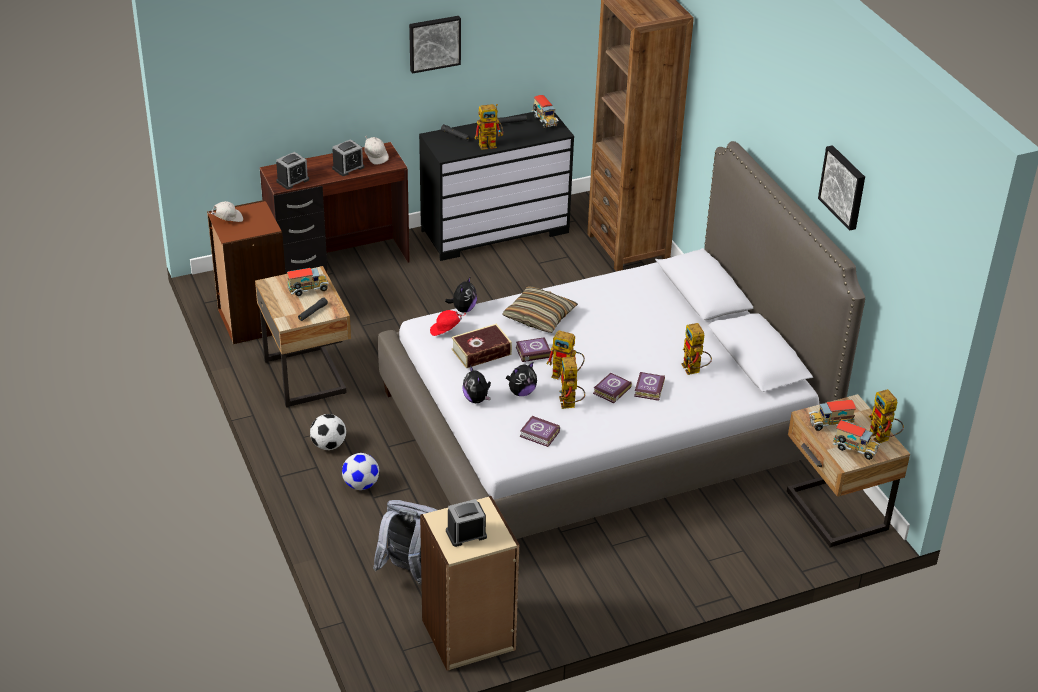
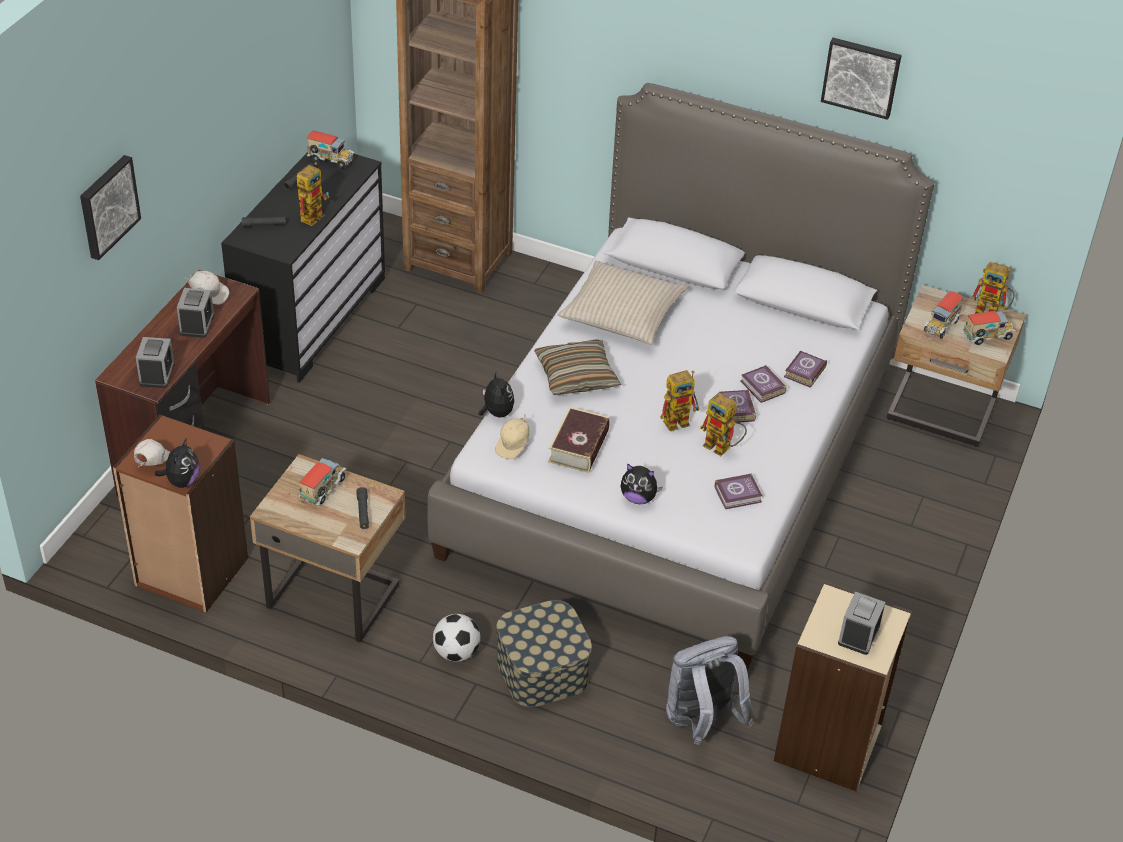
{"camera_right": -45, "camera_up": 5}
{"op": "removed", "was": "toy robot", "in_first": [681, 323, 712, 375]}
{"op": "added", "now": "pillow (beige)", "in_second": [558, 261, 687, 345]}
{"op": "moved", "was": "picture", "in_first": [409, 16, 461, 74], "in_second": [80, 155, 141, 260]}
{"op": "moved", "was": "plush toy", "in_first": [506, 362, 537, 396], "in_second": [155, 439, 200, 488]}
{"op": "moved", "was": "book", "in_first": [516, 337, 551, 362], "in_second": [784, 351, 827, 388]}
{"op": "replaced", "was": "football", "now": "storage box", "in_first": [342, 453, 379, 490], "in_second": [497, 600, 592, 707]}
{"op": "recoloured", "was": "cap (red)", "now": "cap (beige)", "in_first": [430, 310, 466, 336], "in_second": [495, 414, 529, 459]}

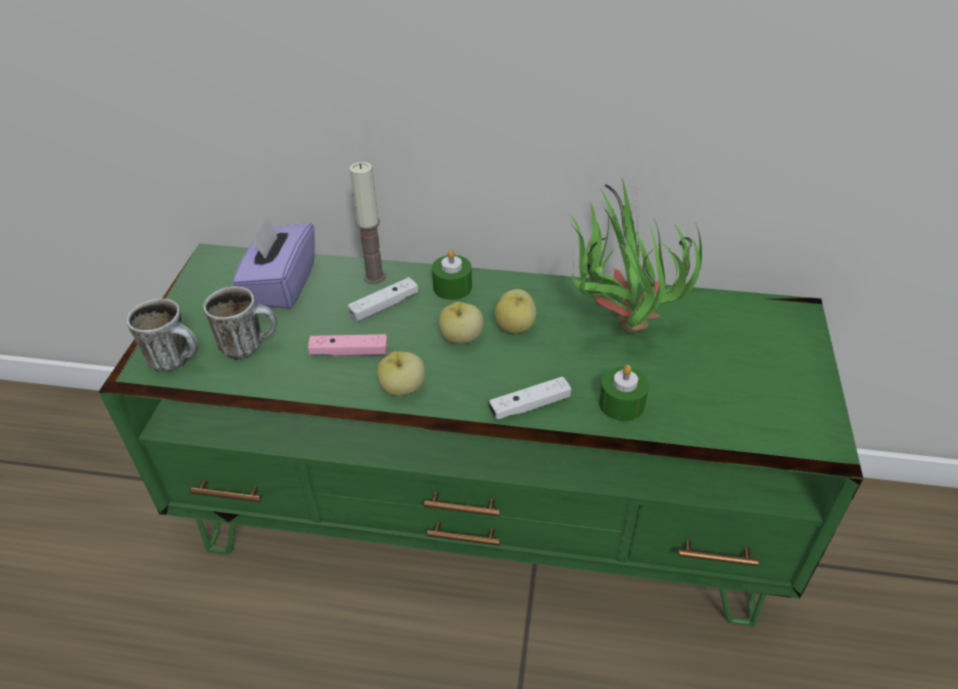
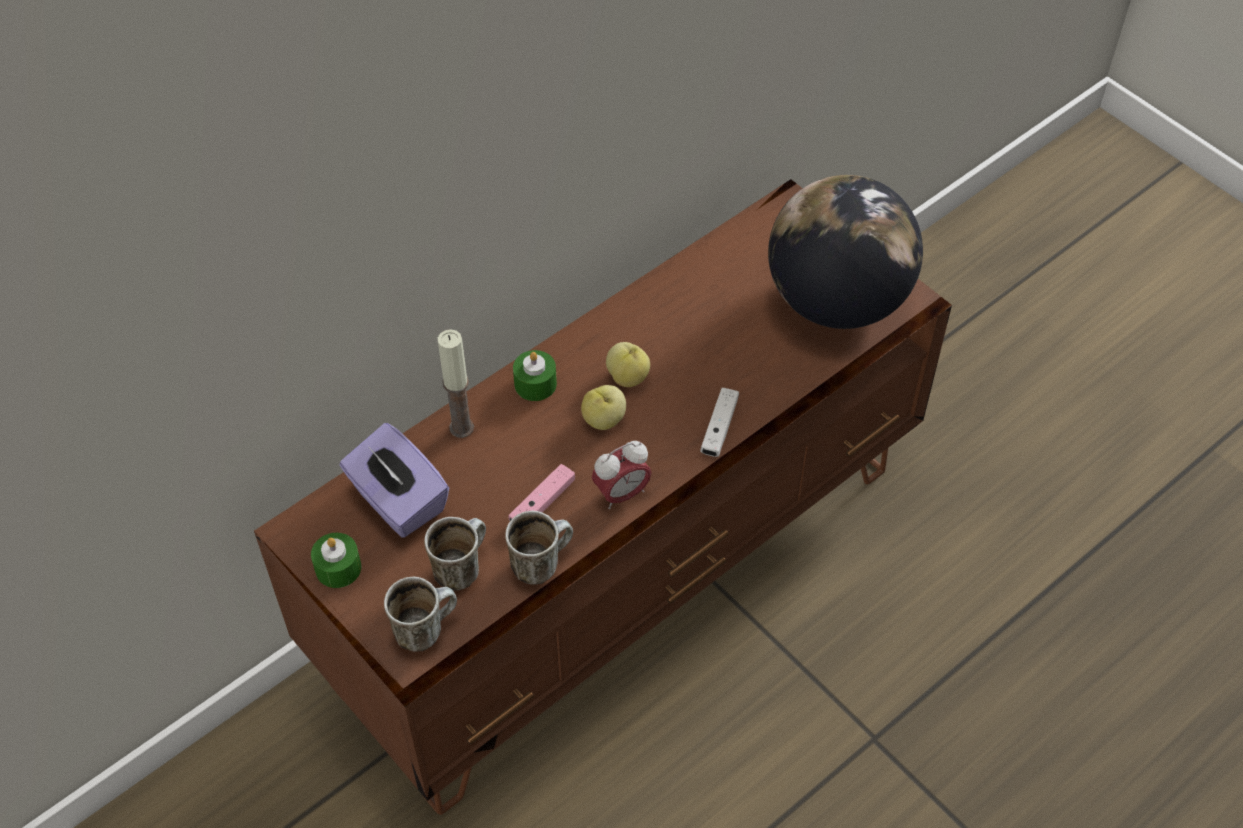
{"camera_right": -50, "camera_up": 10}
{"op": "removed", "was": "game controller (white)", "in_first": [348, 277, 418, 322]}
{"op": "removed", "was": "potted plant", "in_first": [568, 178, 702, 333]}
{"op": "added", "now": "mug", "in_second": [505, 511, 573, 584]}
{"op": "added", "now": "globe", "in_second": [768, 175, 923, 329]}
{"op": "moved", "was": "candle (green)", "in_first": [599, 365, 649, 421], "in_second": [311, 533, 361, 588]}
{"op": "replaced", "was": "apple", "now": "alarm clock", "in_first": [377, 351, 425, 396], "in_second": [592, 441, 652, 509]}
{"op": "recoloured", "was": "tv stand (green)", "now": "tv stand (brown)", "in_first": [99, 243, 863, 626], "in_second": [254, 179, 952, 815]}

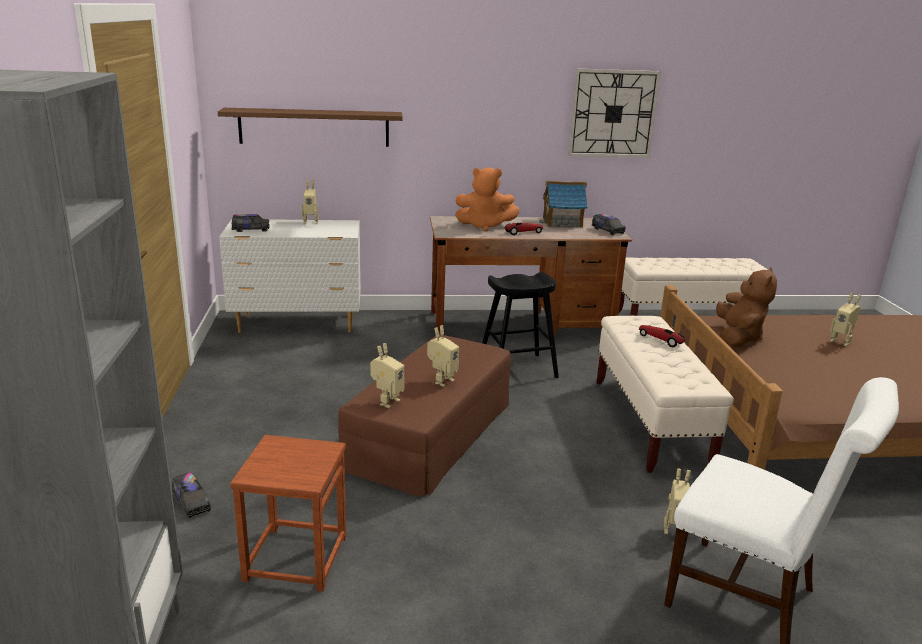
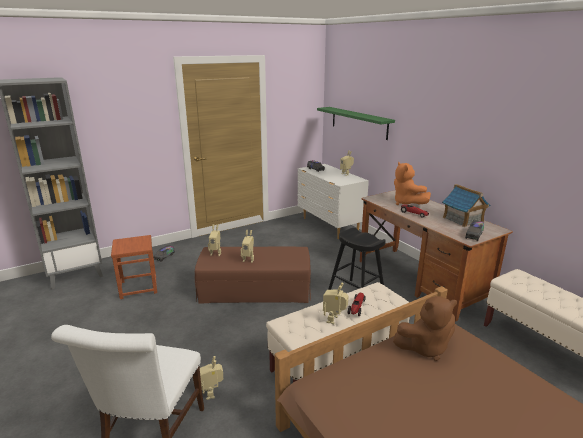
{"camera_right": 65, "camera_up": 0}
{"op": "removed", "was": "wall clock", "in_first": [568, 69, 661, 158]}
{"op": "moved", "was": "toy robot", "in_first": [830, 292, 861, 346], "in_second": [323, 282, 348, 324]}
{"op": "recoloured", "was": "shelf (brown)", "now": "shelf (green)", "in_first": [218, 108, 402, 147], "in_second": [317, 107, 395, 140]}

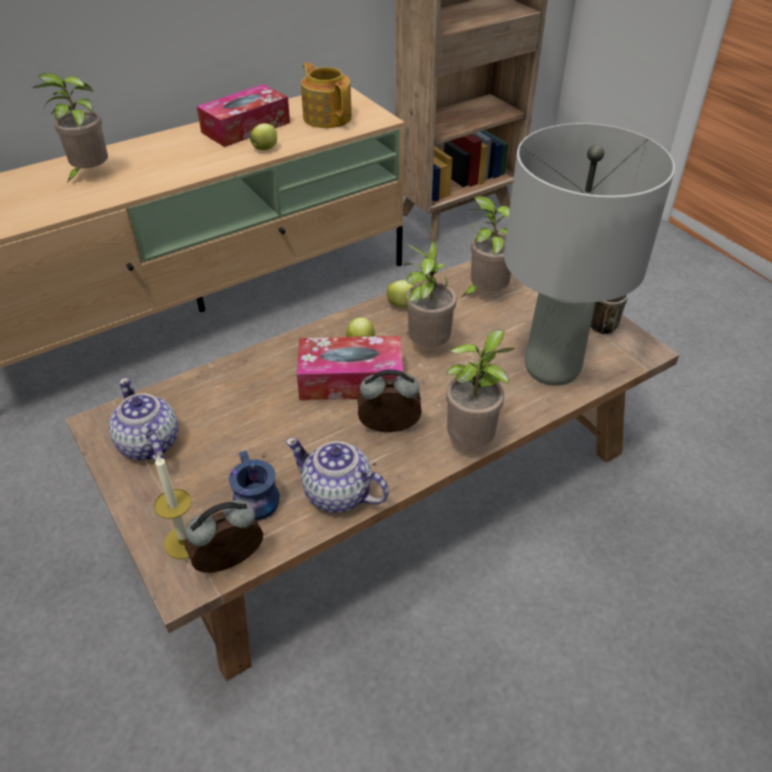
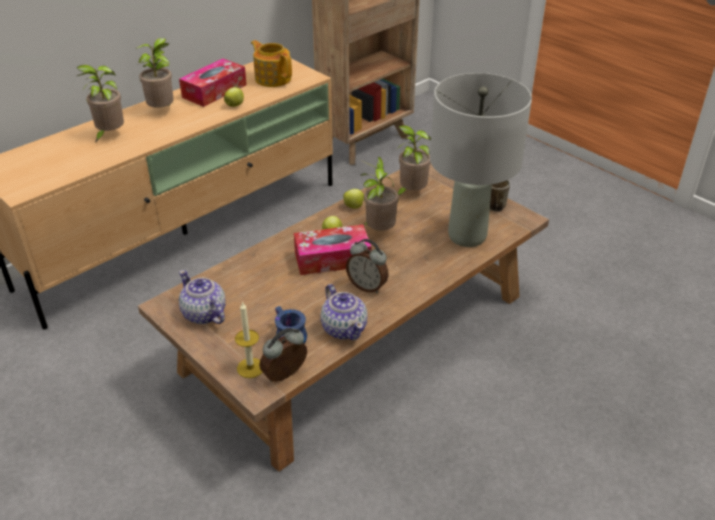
{"camera_right": -10, "camera_up": -5}
{"op": "moved", "was": "potted plant", "in_first": [446, 329, 515, 447], "in_second": [135, 38, 174, 108]}
{"op": "turned", "was": "teapot", "in_first": [285, 438, 389, 513], "in_second": [320, 284, 367, 340], "clockwise": -135}
{"op": "turned", "was": "alarm clock", "in_first": [358, 369, 422, 432], "in_second": [346, 239, 389, 293], "clockwise": -135}

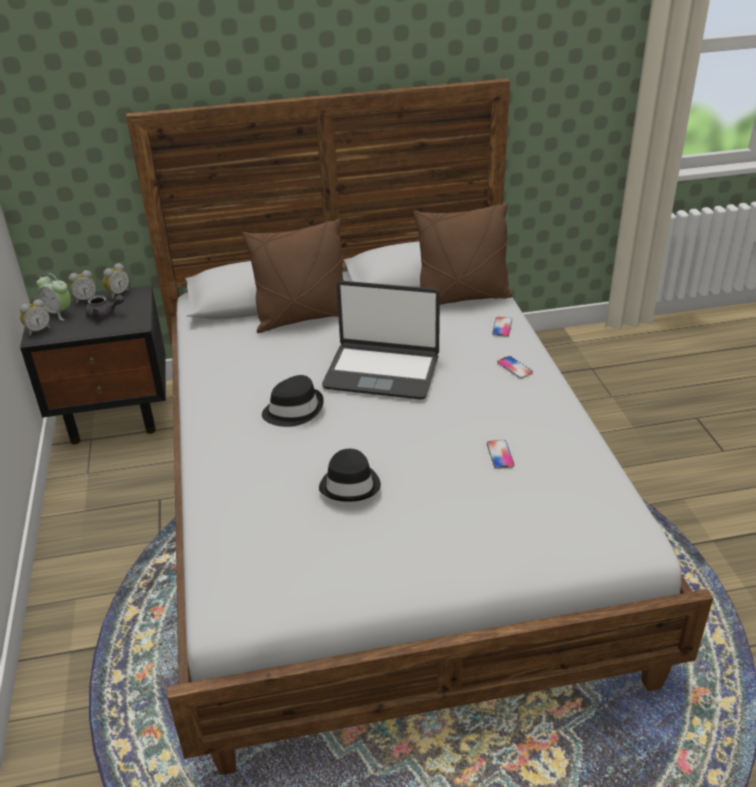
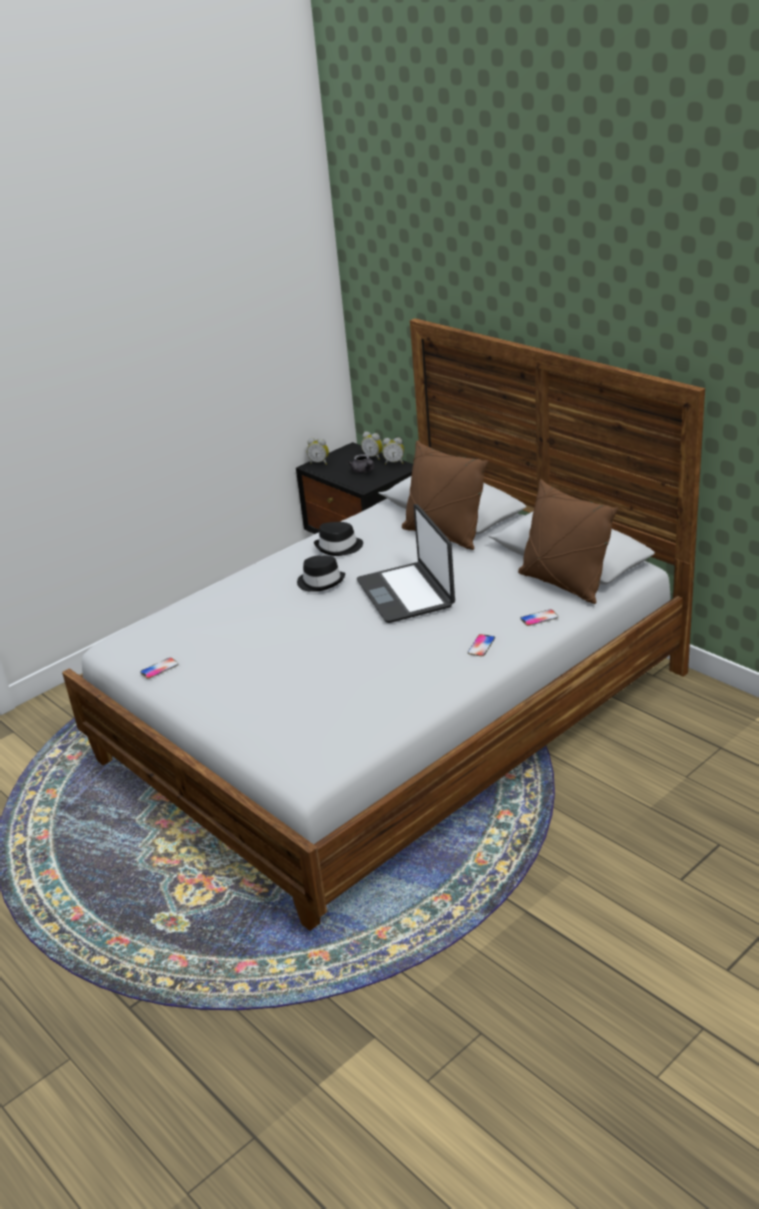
{"camera_right": 60, "camera_up": -5}
{"op": "removed", "was": "alarm clock", "in_first": [36, 273, 71, 321]}
{"op": "moved", "was": "hat (black)", "in_first": [319, 449, 381, 502], "in_second": [314, 522, 363, 556]}
{"op": "moved", "was": "phone", "in_first": [487, 440, 514, 469], "in_second": [140, 658, 178, 679]}

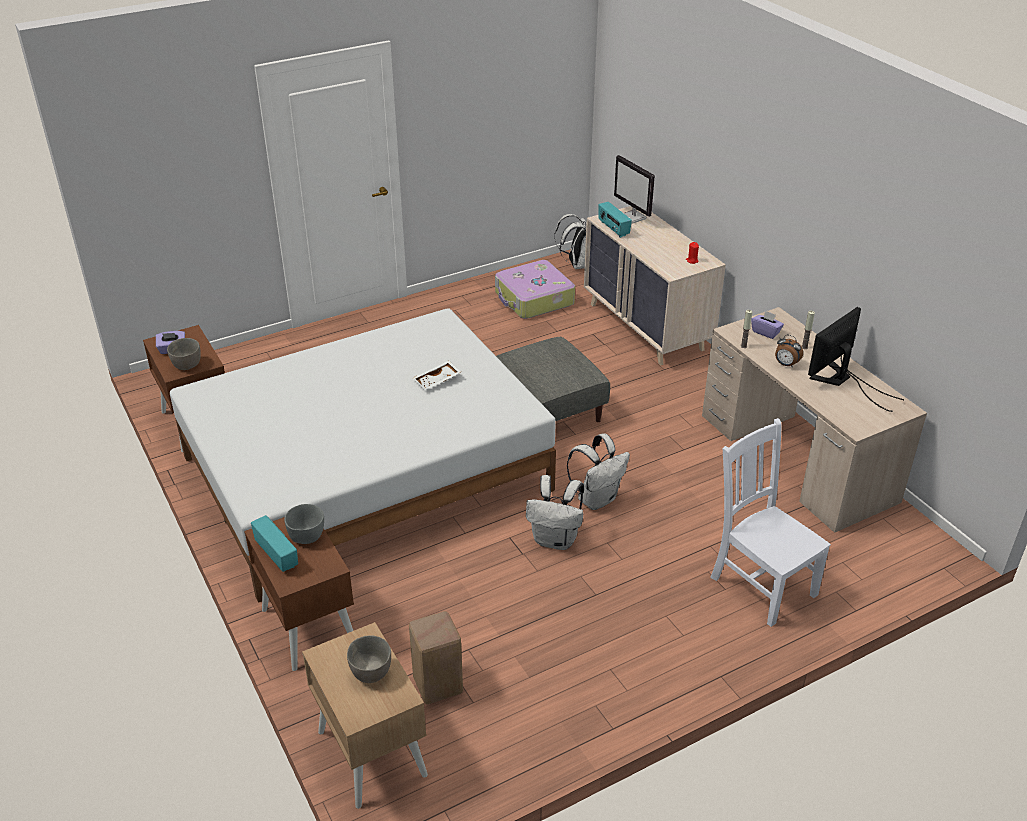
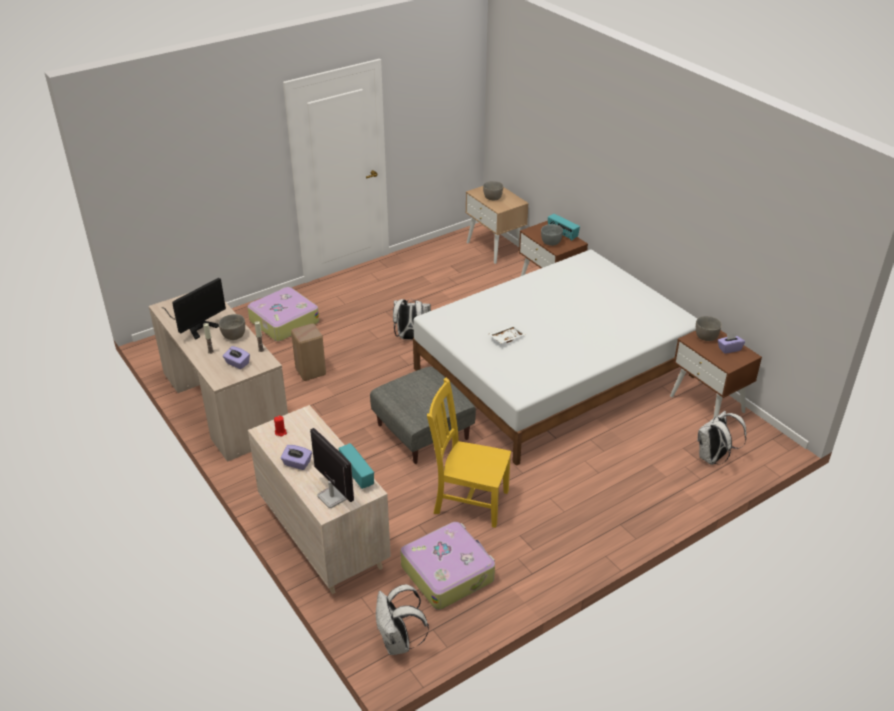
{"camera_right": 175, "camera_up": 0}
{"op": "added", "now": "tissue box (purple)", "in_second": [281, 445, 312, 470]}
{"op": "added", "now": "chair (yellow)", "in_second": [427, 378, 511, 528]}
{"op": "moved", "was": "stool (beige)", "in_first": [409, 611, 463, 704], "in_second": [291, 323, 326, 381]}
{"op": "moved", "was": "backpack (white)", "in_first": [567, 433, 630, 510], "in_second": [697, 411, 747, 465]}
{"op": "replaced", "was": "chair (white)", "now": "suitcase", "in_first": [710, 418, 831, 627], "in_second": [247, 287, 319, 341]}
{"op": "replaced", "was": "alarm clock", "now": "bowl (grey)", "in_first": [775, 335, 803, 368], "in_second": [219, 314, 245, 340]}

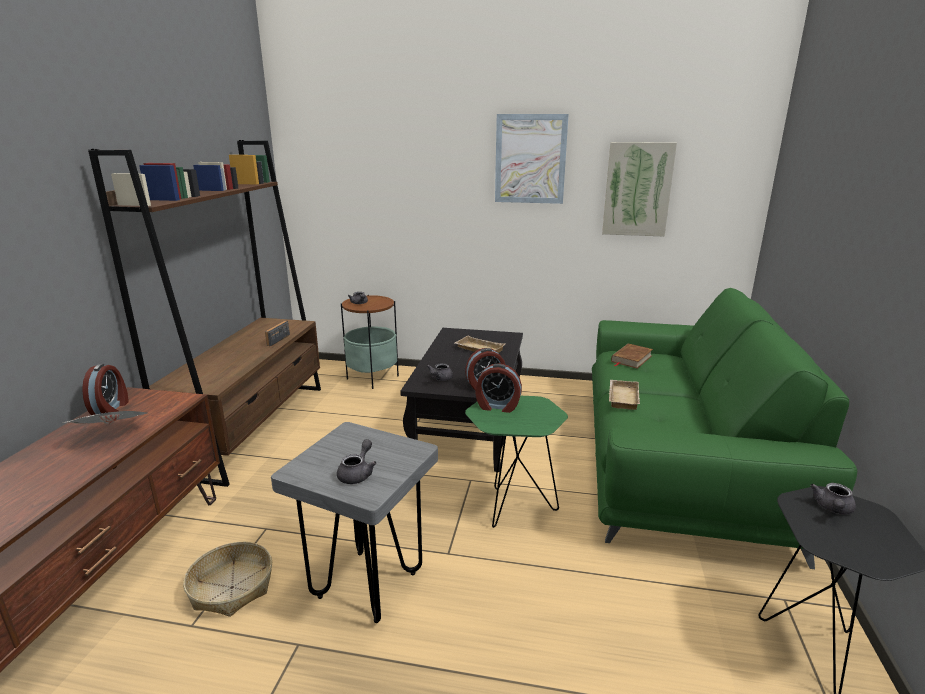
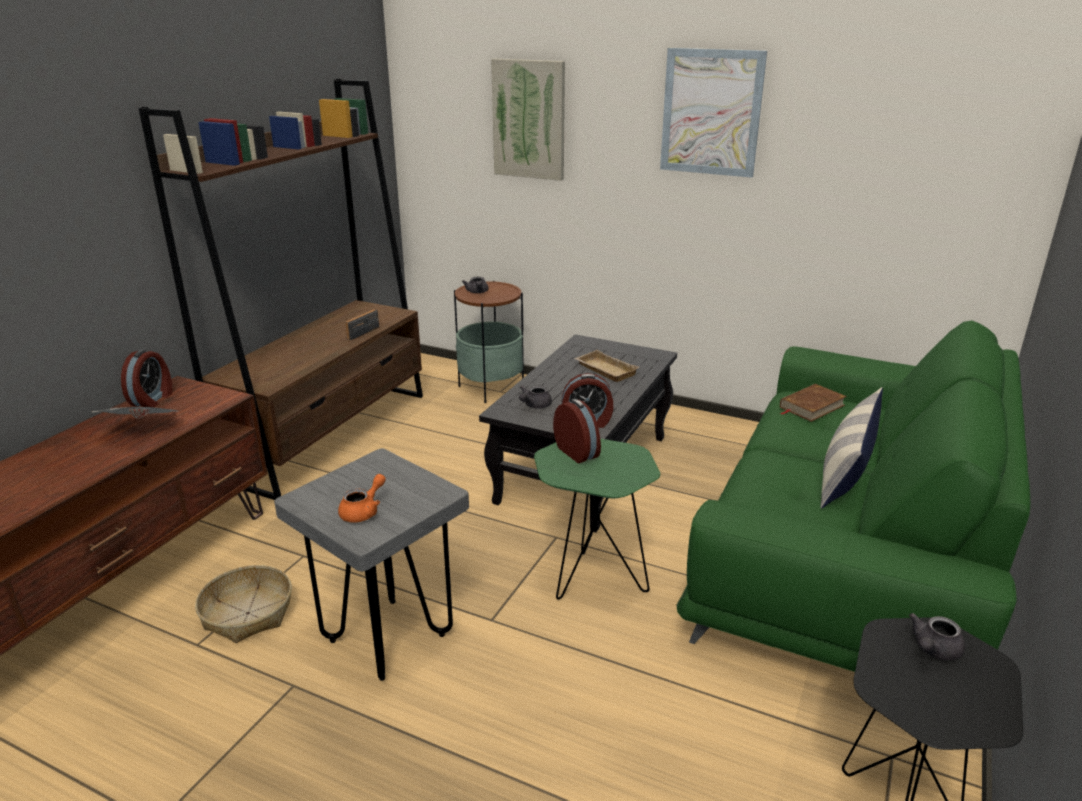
{"camera_right": 15, "camera_up": 5}
{"op": "removed", "was": "tray (beige)", "in_first": [609, 380, 640, 410]}
{"op": "added", "now": "pillow", "in_second": [821, 387, 883, 509]}
{"op": "moved", "was": "picture", "in_first": [602, 142, 677, 237], "in_second": [491, 59, 565, 181]}
{"op": "recoloured", "was": "teapot (grey)", "now": "teapot (orange)", "in_first": [337, 439, 377, 484], "in_second": [338, 474, 386, 523]}
{"op": "turned", "was": "alarm clock", "in_first": [475, 363, 522, 413], "in_second": [553, 399, 601, 463], "clockwise": -150}

